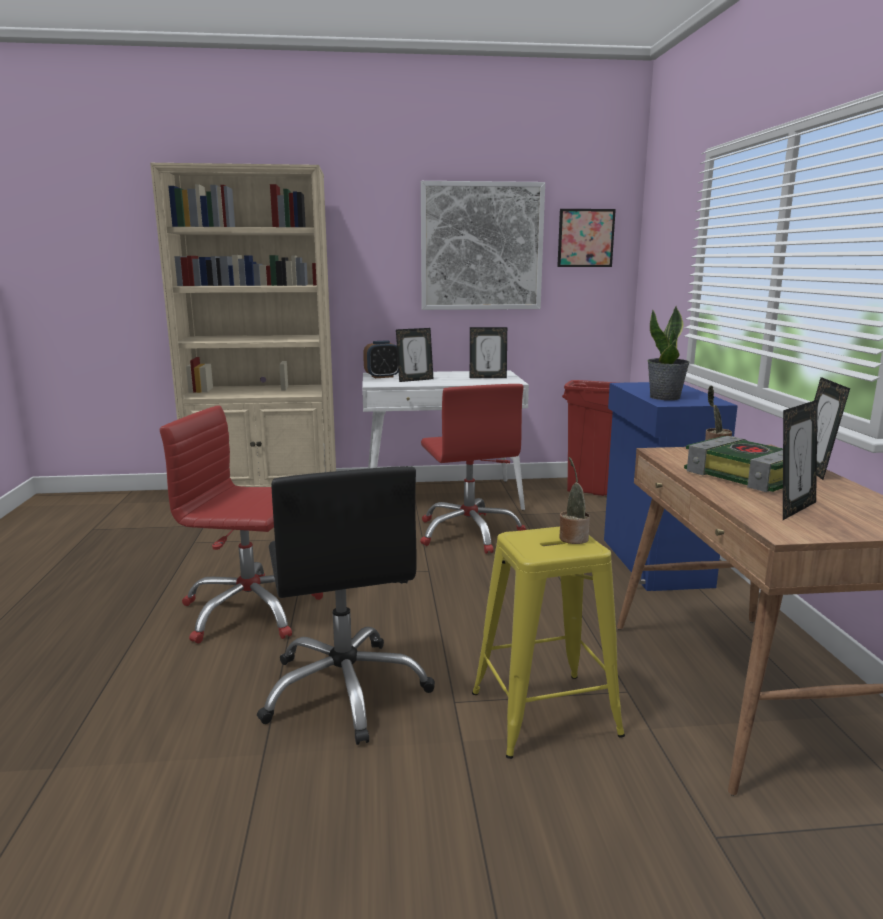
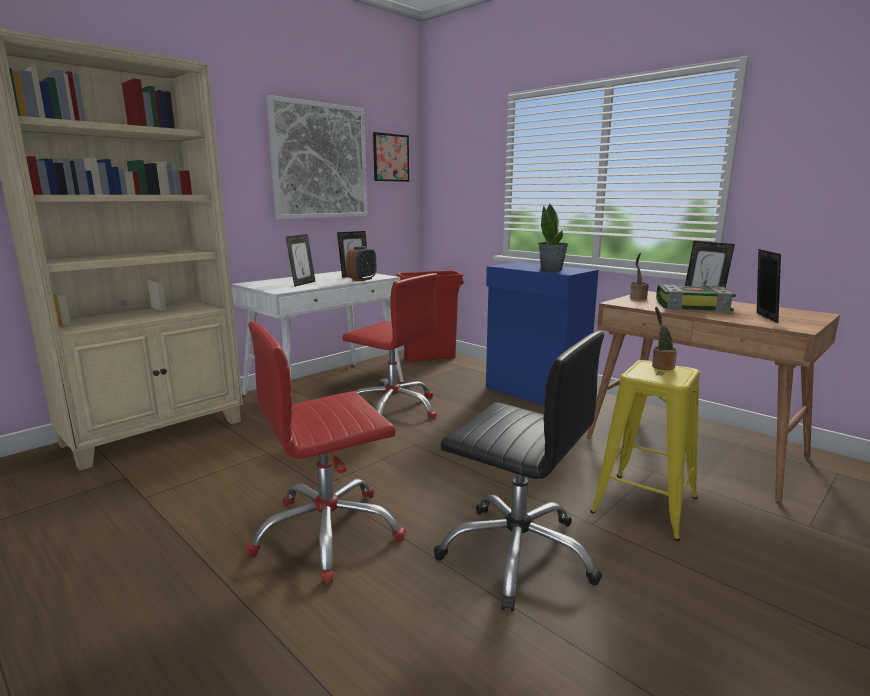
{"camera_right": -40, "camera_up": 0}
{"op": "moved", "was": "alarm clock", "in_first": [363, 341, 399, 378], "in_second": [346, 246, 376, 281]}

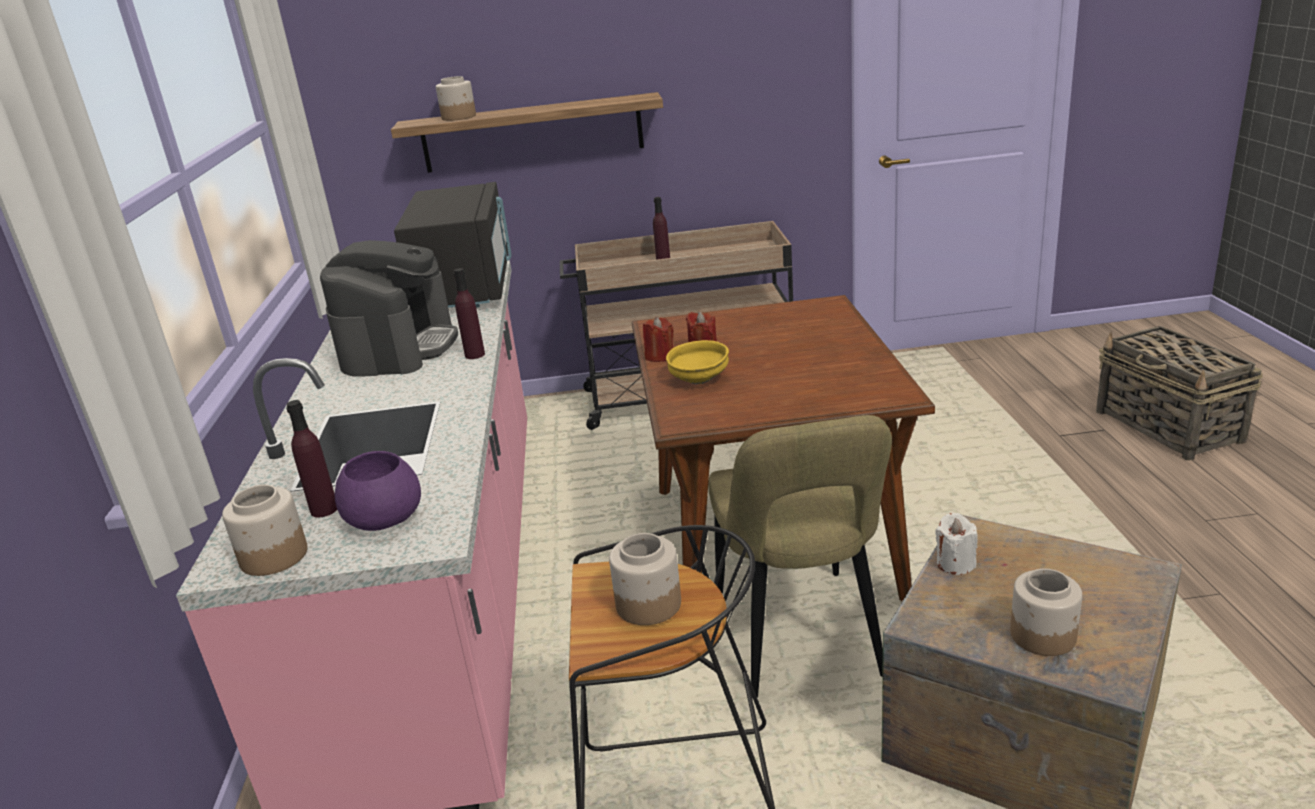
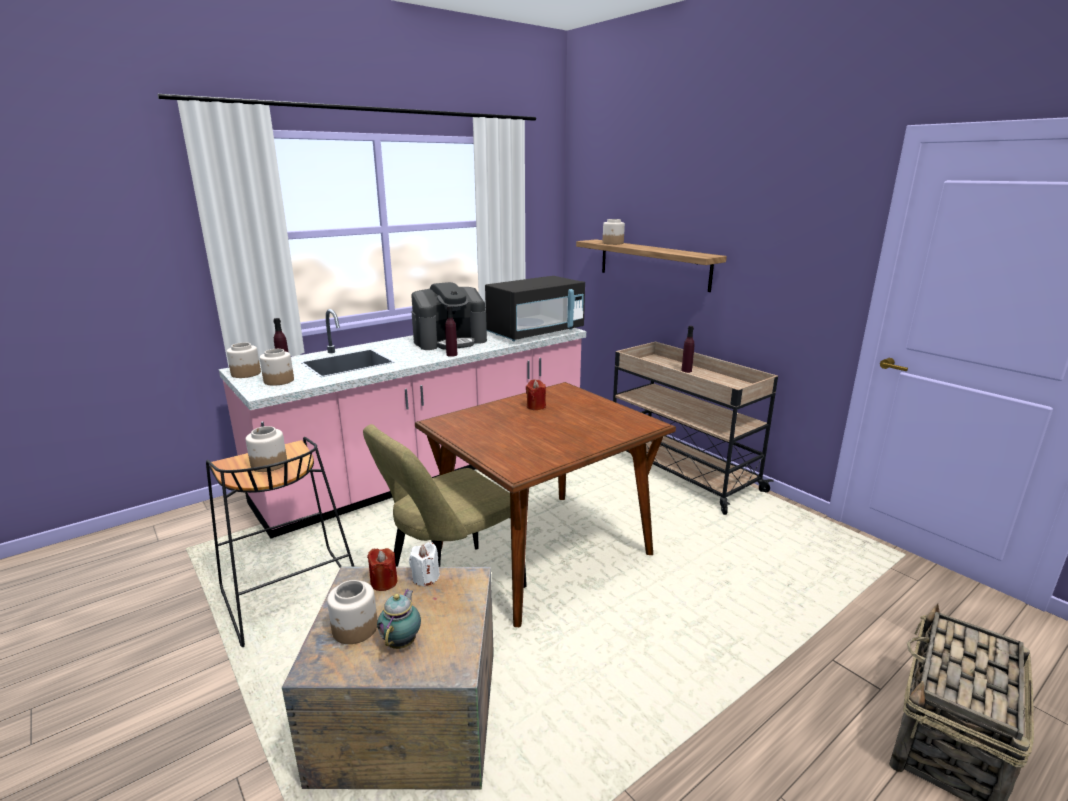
{"camera_right": 55, "camera_up": -5}
{"op": "removed", "was": "bowl (yellow)", "in_first": [666, 340, 729, 384]}
{"op": "added", "now": "teapot", "in_second": [377, 589, 421, 649]}
{"op": "moved", "was": "candle (red)", "in_first": [643, 317, 674, 362], "in_second": [367, 548, 398, 591]}
{"op": "replaced", "was": "bowl (purple)", "now": "jar", "in_first": [335, 451, 421, 531], "in_second": [260, 349, 294, 386]}

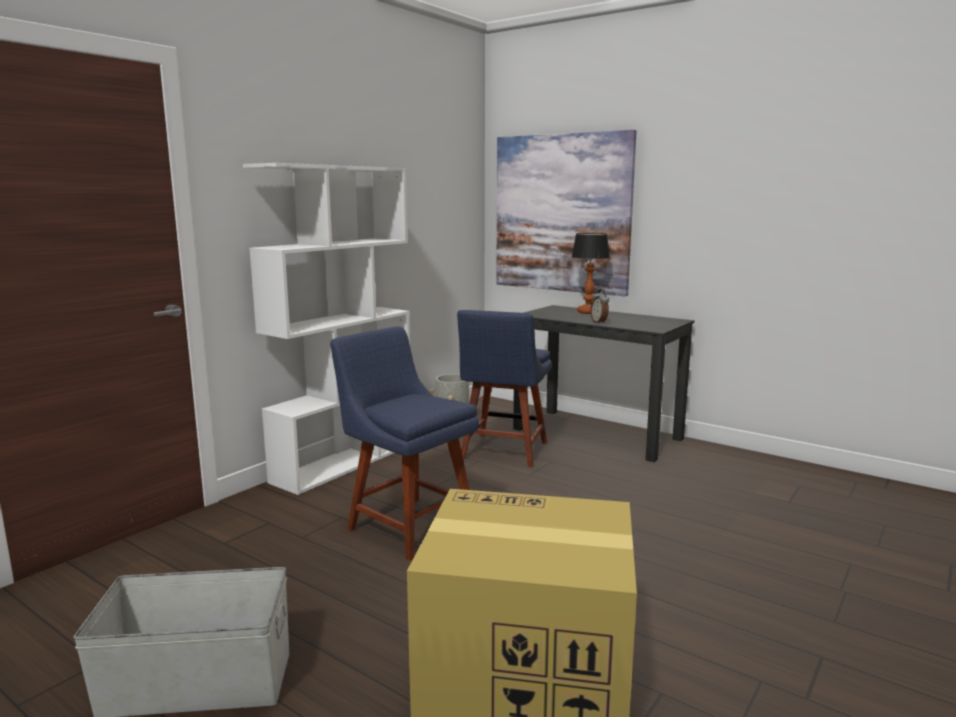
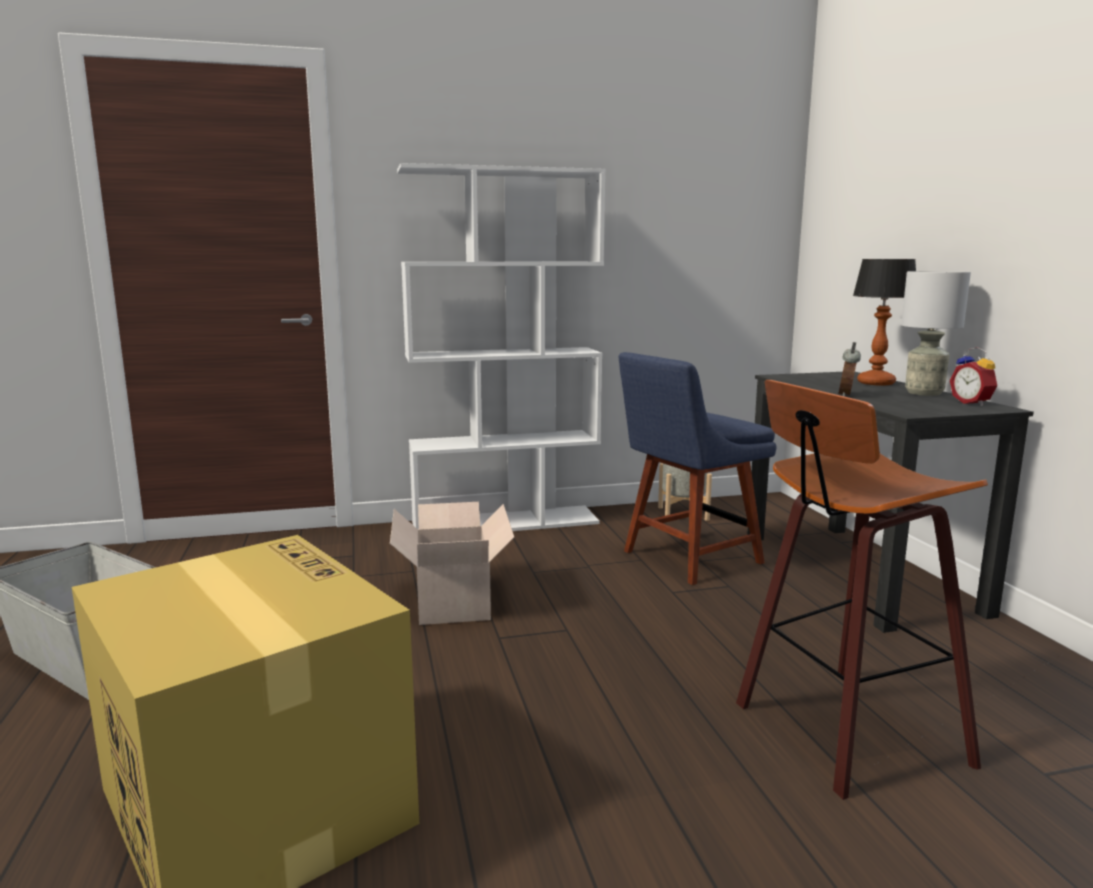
{"camera_right": 40, "camera_up": 0}
{"op": "removed", "was": "picture", "in_first": [496, 130, 637, 296]}
{"op": "added", "now": "stool", "in_second": [736, 380, 988, 800]}
{"op": "added", "now": "table lamp (grey)", "in_second": [901, 271, 971, 396]}
{"op": "added", "now": "alarm clock", "in_second": [950, 347, 997, 406]}
{"op": "replaced", "was": "chair (blue)", "now": "cardboard box", "in_first": [330, 326, 479, 561], "in_second": [390, 502, 514, 625]}

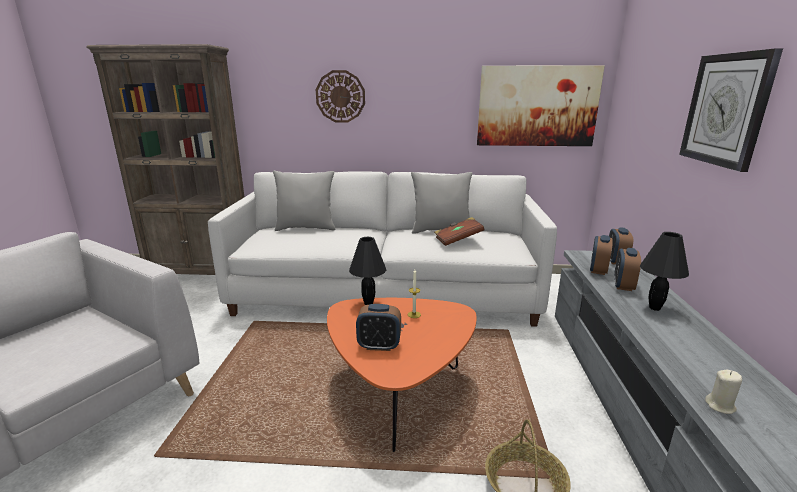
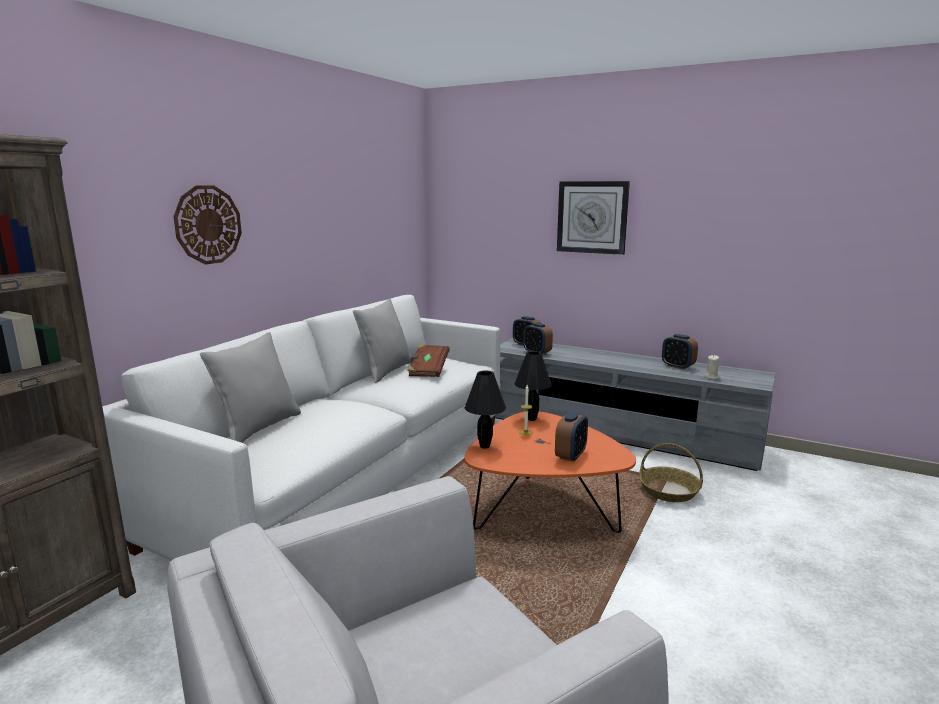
{"camera_right": -65, "camera_up": -5}
{"op": "removed", "was": "picture", "in_first": [477, 65, 605, 146]}
{"op": "moved", "was": "alarm clock", "in_first": [614, 248, 641, 291], "in_second": [662, 334, 698, 370]}
{"op": "moved", "was": "table lamp (black)", "in_first": [640, 232, 689, 311], "in_second": [515, 351, 551, 421]}

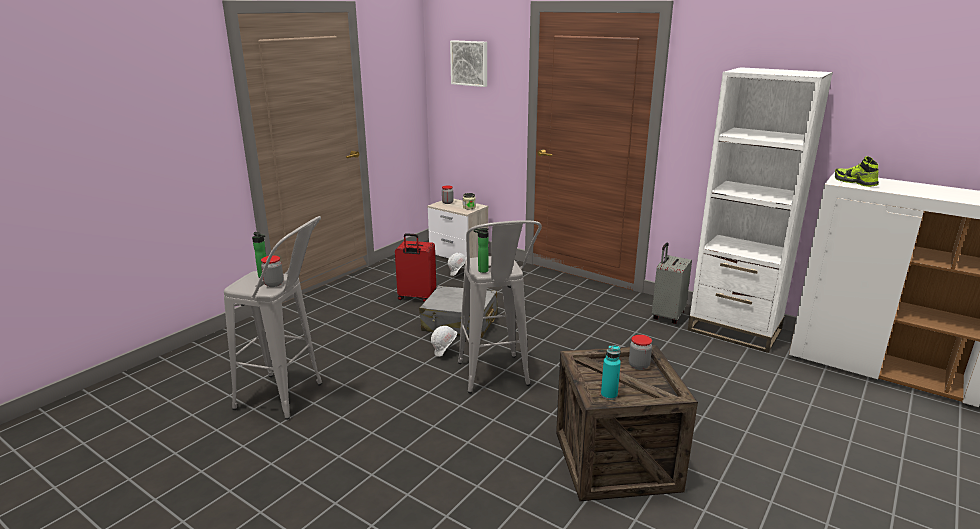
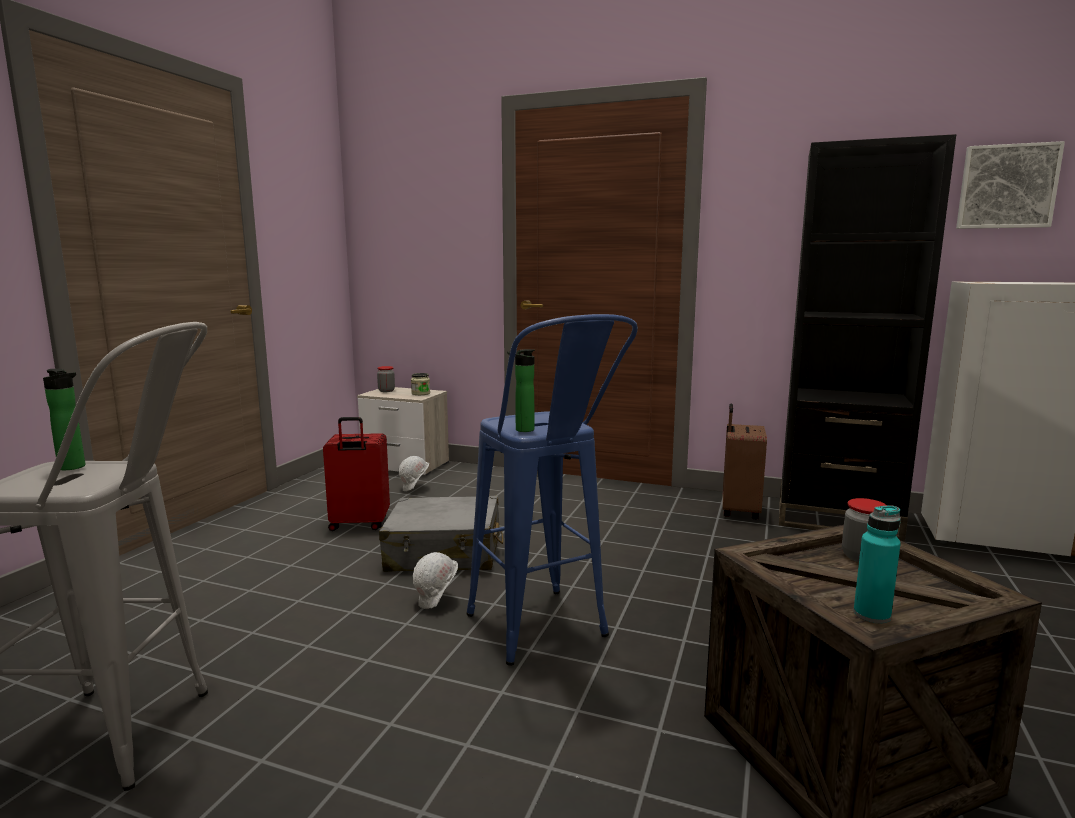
{"camera_right": -15, "camera_up": -10}
{"op": "removed", "was": "jar", "in_first": [261, 255, 284, 287]}
{"op": "removed", "was": "shoe", "in_first": [835, 156, 879, 187]}
{"op": "moved", "was": "picture", "in_first": [450, 40, 487, 87], "in_second": [956, 141, 1065, 229]}
{"op": "recoloured", "was": "stool (grey)", "now": "stool (blue)", "in_first": [458, 220, 542, 393], "in_second": [467, 314, 638, 666]}
{"op": "recoloured", "was": "suitcase (grey)", "now": "suitcase (brown)", "in_first": [652, 242, 692, 324], "in_second": [723, 404, 767, 520]}
{"op": "recoloured", "was": "bookcase (white)", "now": "bookcase (black)", "in_first": [688, 67, 833, 353], "in_second": [779, 134, 956, 541]}

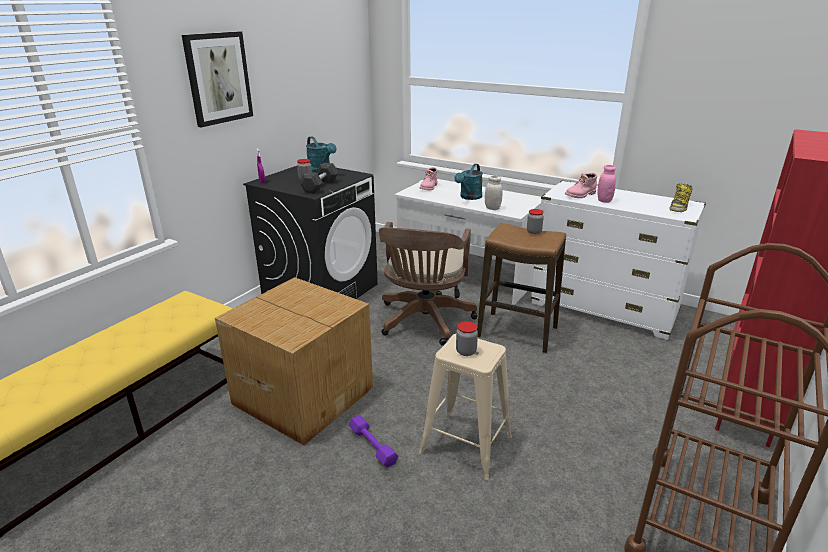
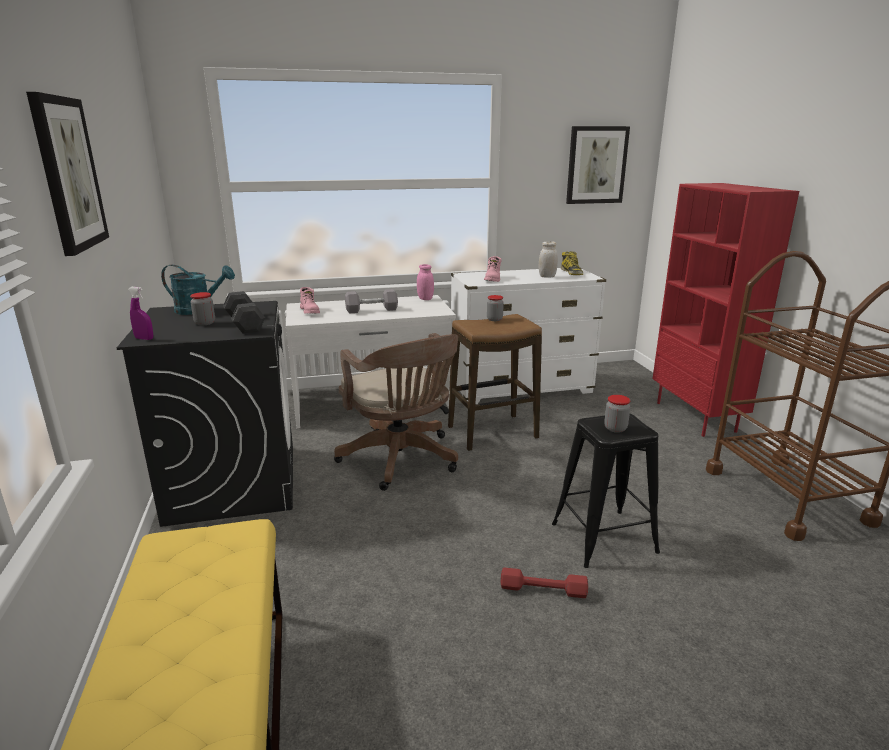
{"camera_right": -45, "camera_up": -5}
{"op": "removed", "was": "cardboard box", "in_first": [215, 277, 373, 445]}
{"op": "added", "now": "picture", "in_second": [566, 126, 630, 204]}
{"op": "moved", "was": "jar (white)", "in_first": [485, 176, 503, 210], "in_second": [539, 241, 558, 278]}
{"op": "moved", "was": "jar (pink)", "in_first": [597, 165, 616, 203], "in_second": [417, 264, 434, 300]}
{"op": "replaced", "was": "watering can (turquoise)", "now": "dumbbell (grey)", "in_first": [454, 164, 483, 200], "in_second": [345, 289, 398, 314]}
{"op": "recoloured", "was": "dumbbell (purple)", "now": "dumbbell (red)", "in_first": [349, 415, 399, 468], "in_second": [501, 568, 588, 598]}
{"op": "recoloured", "was": "stool (beige)", "now": "stool (black)", "in_first": [419, 334, 512, 480], "in_second": [552, 414, 660, 568]}

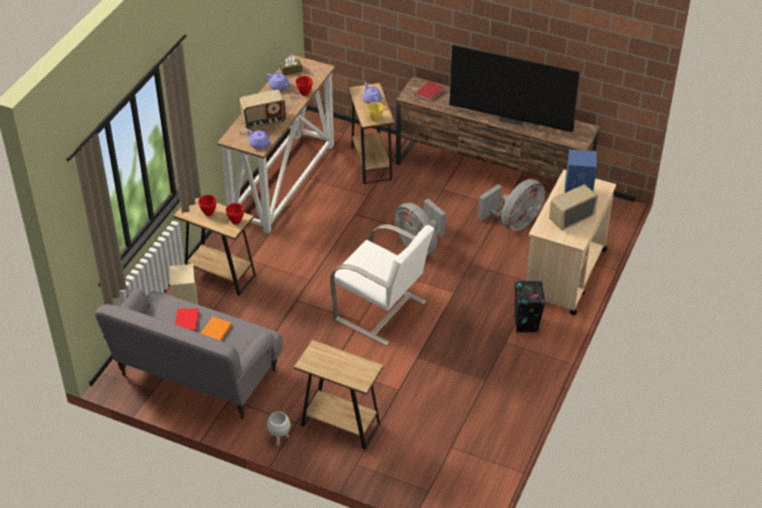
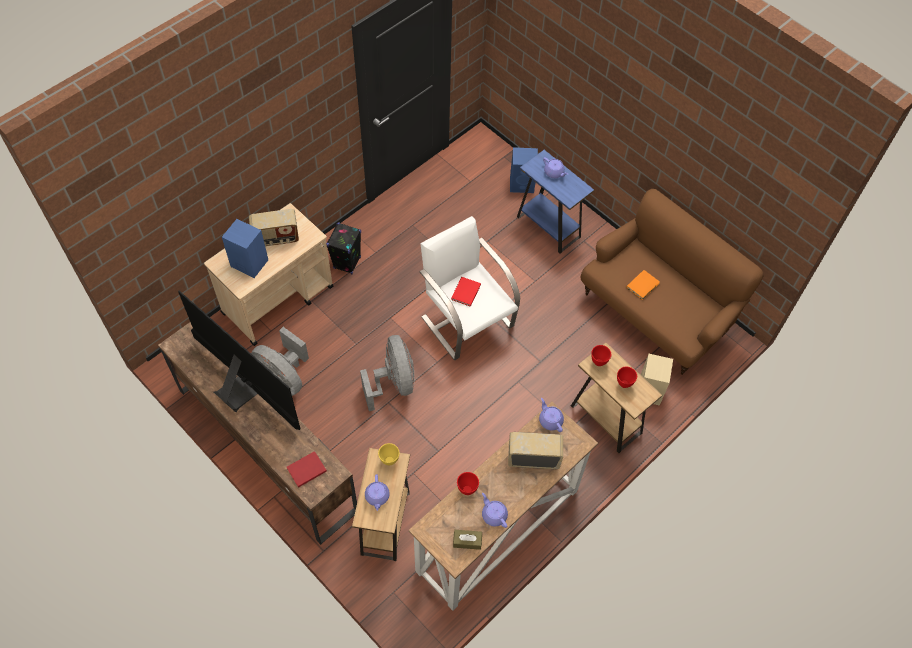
{"camera_right": -160, "camera_up": 15}
{"op": "removed", "was": "planter (white)", "in_first": [267, 411, 291, 446]}
{"op": "added", "now": "speaker (blue)", "in_second": [510, 147, 538, 193]}
{"op": "added", "now": "teapot (purple)", "in_second": [543, 157, 568, 178]}
{"op": "moved", "was": "book (red)", "in_first": [175, 309, 199, 332], "in_second": [451, 277, 481, 307]}
{"op": "recoloured", "was": "sofa (grey)", "now": "sofa (brown)", "in_first": [95, 288, 283, 419], "in_second": [581, 189, 763, 375]}
{"op": "recoloured", "was": "side table (brown)", "now": "side table (blue)", "in_first": [294, 340, 384, 450], "in_second": [517, 150, 594, 254]}
{"op": "turned", "was": "fan (grey)", "in_first": [478, 179, 545, 231], "in_second": [251, 327, 309, 396], "clockwise": -120}

